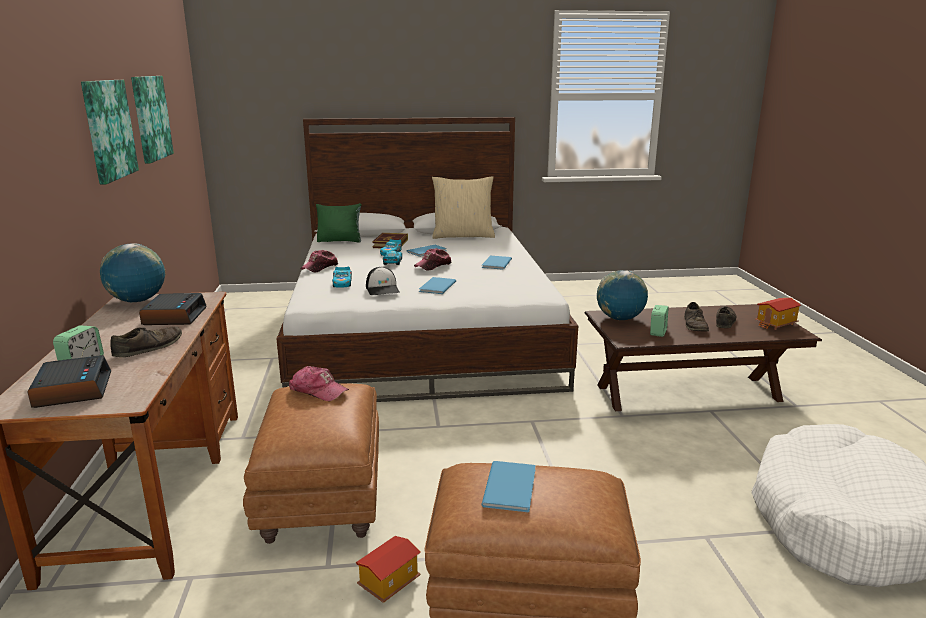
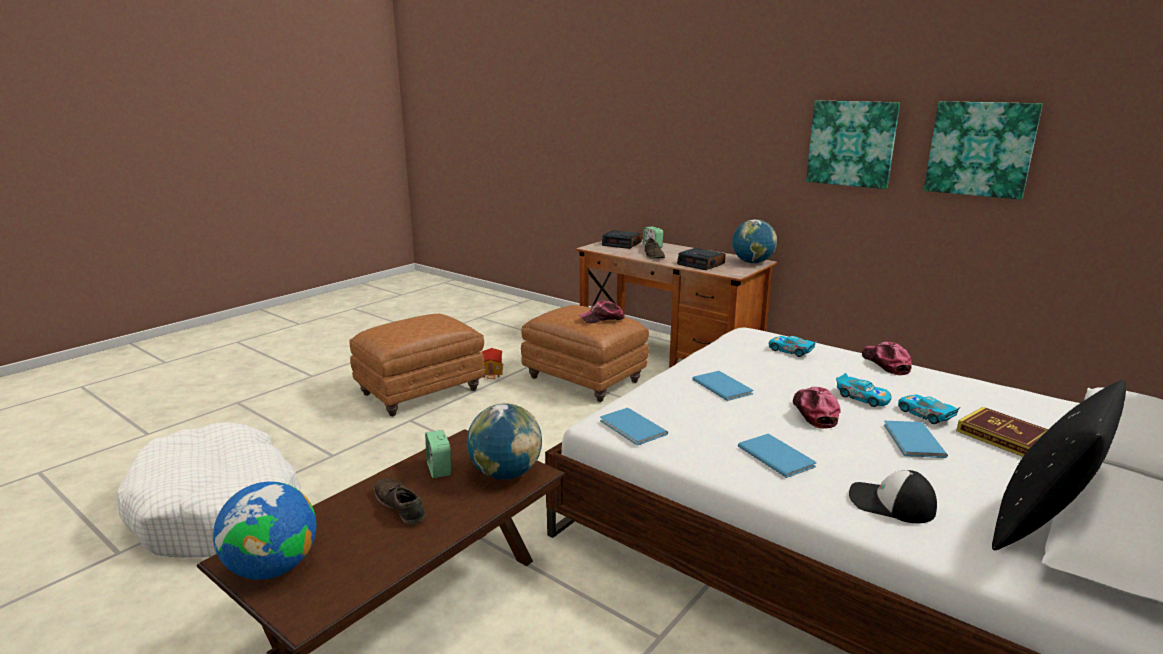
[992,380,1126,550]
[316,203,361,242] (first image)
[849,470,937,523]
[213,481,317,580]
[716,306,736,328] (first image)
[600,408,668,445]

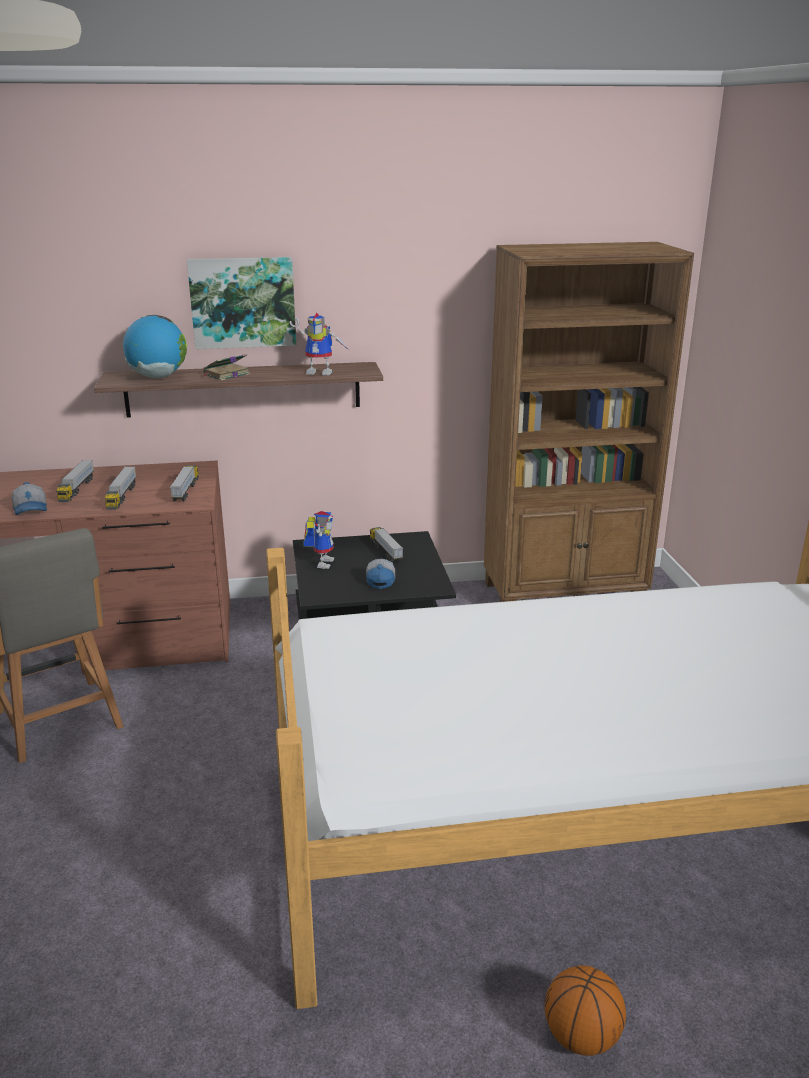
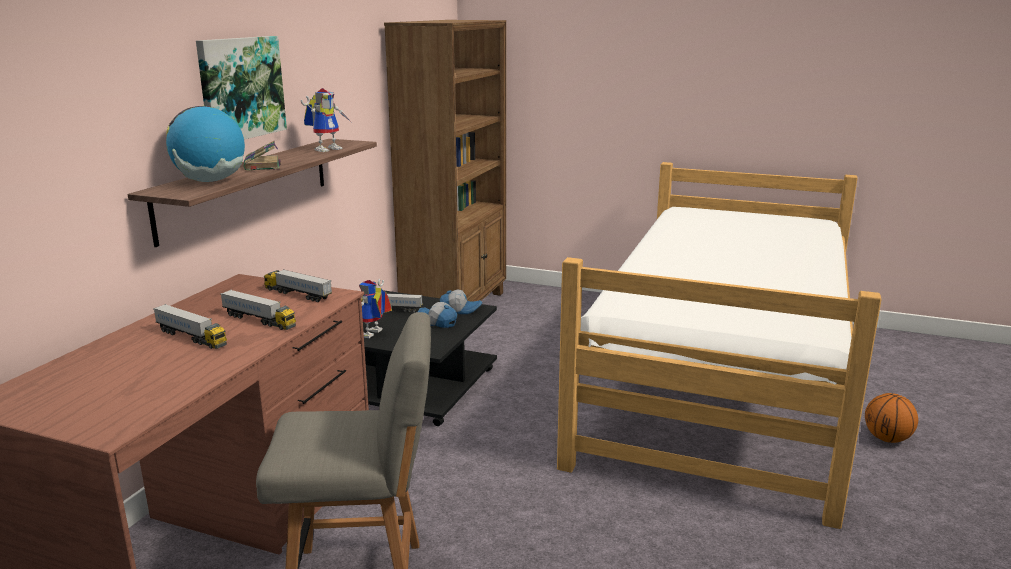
[440,289,482,314]
[359,279,392,338]

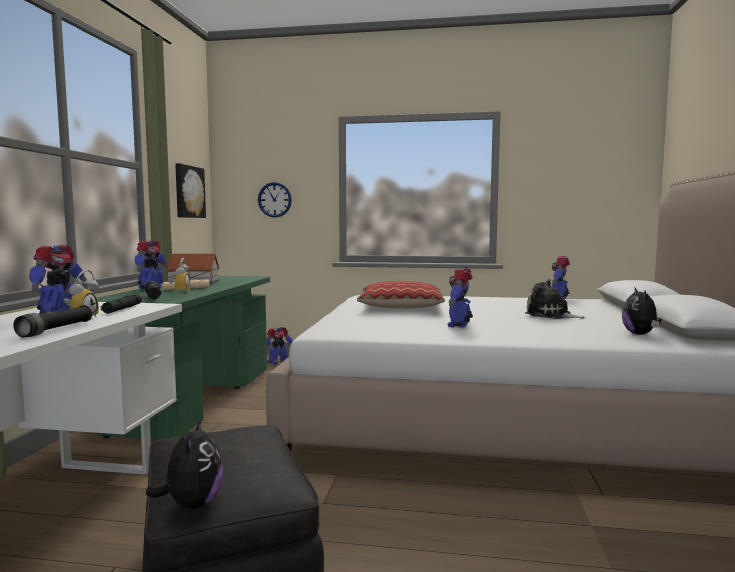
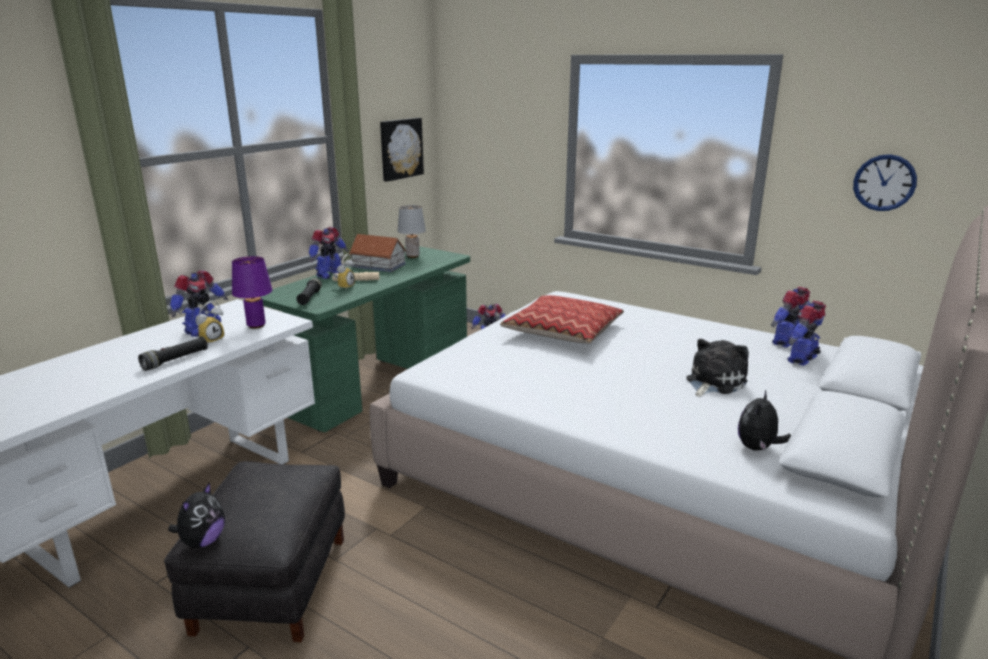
[853,154,917,211]
[787,301,826,366]
[686,339,749,397]
[232,256,272,329]
[398,205,426,258]

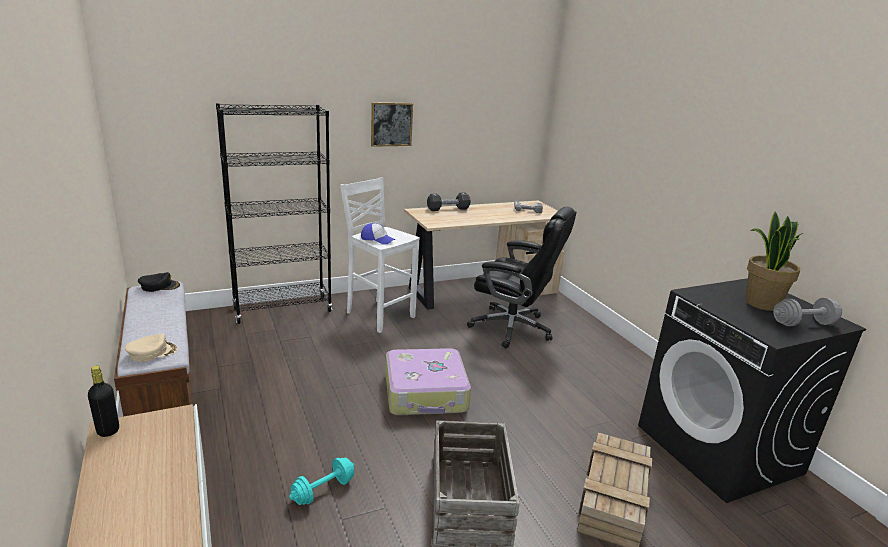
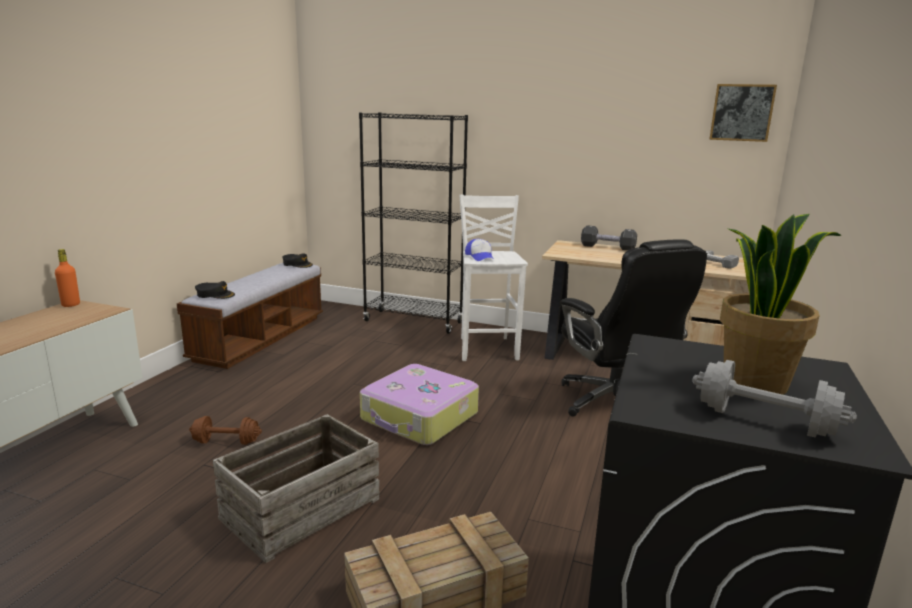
[709,84,777,142]
[195,281,235,299]
[55,249,80,307]
[189,416,262,445]

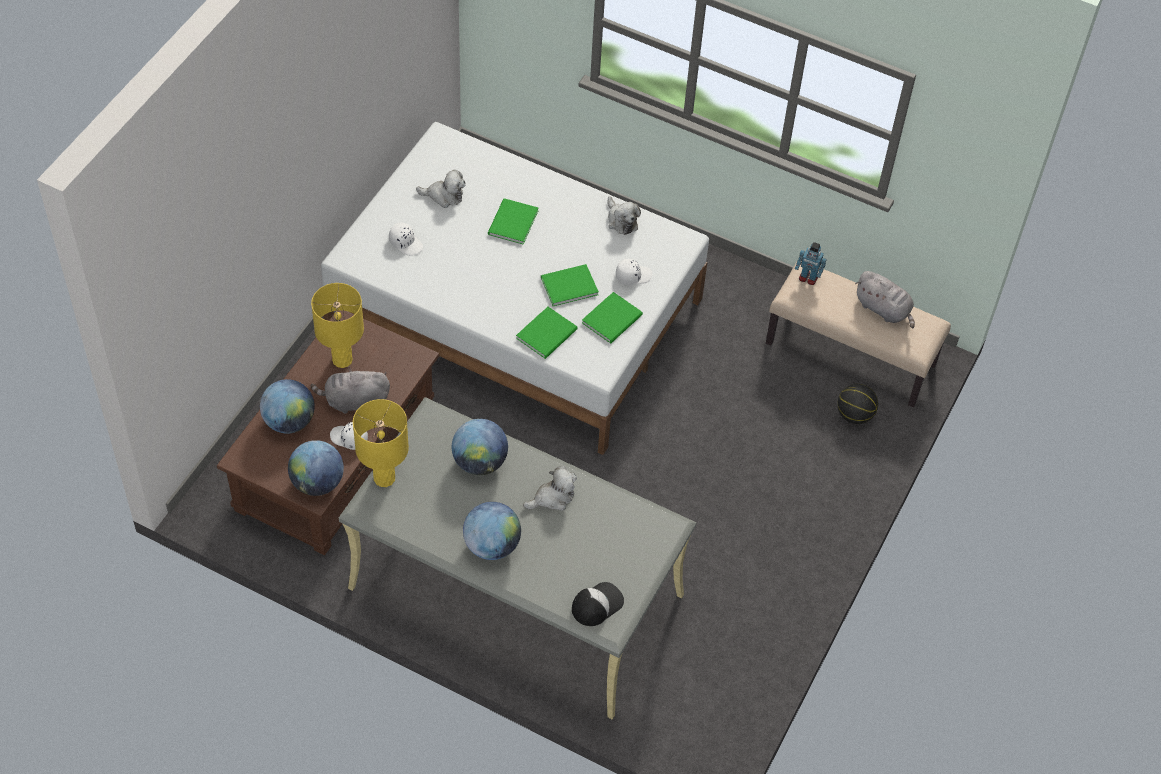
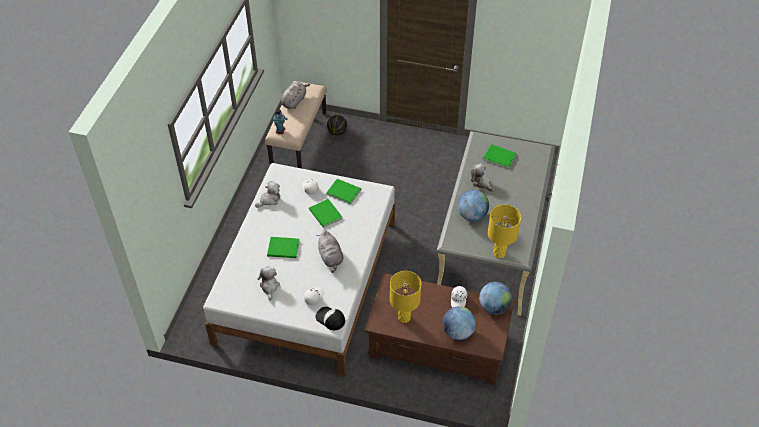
[483,144,517,169]
[317,230,343,273]
[463,502,521,560] (first image)
[315,307,345,330]

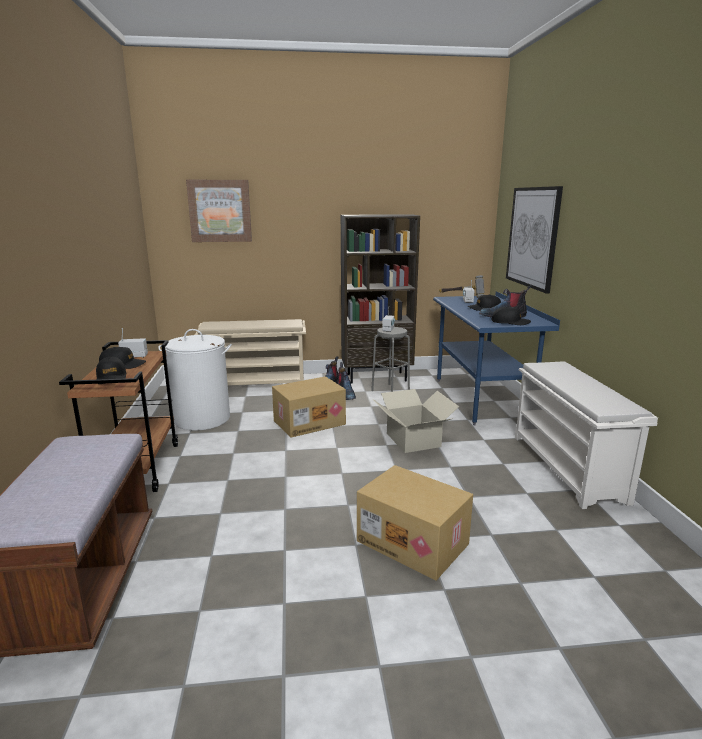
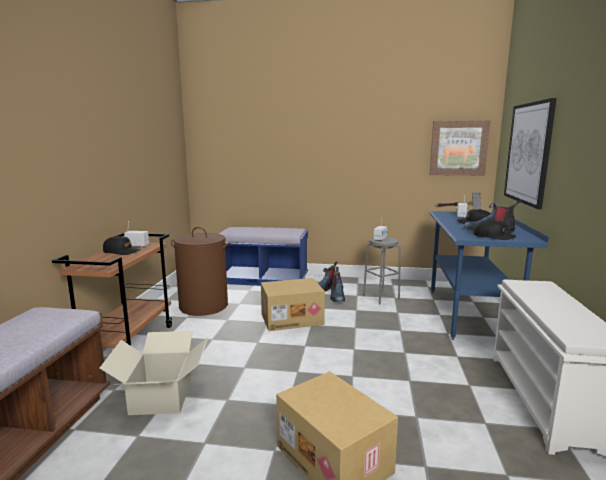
[430,120,490,176]
[341,214,420,384] (first image)
[219,227,308,286]
[171,227,230,316]
[96,357,126,384] (first image)
[100,331,208,415]

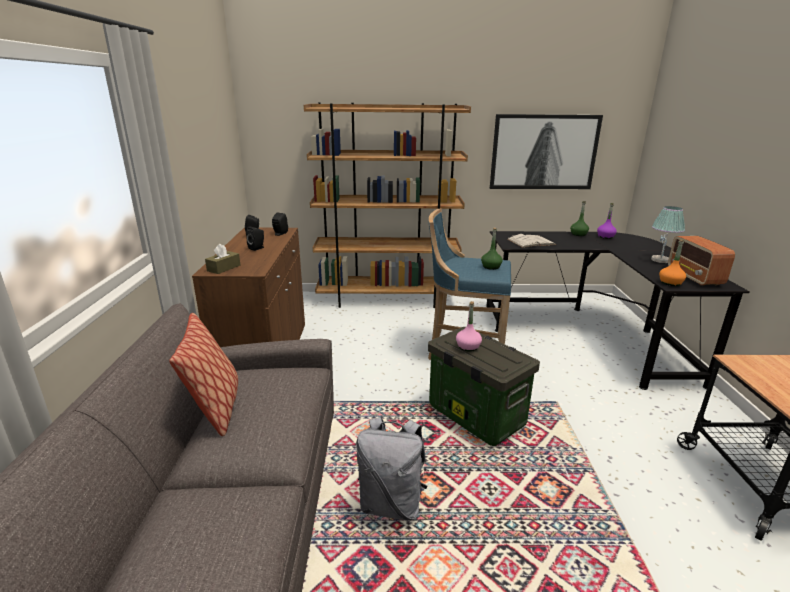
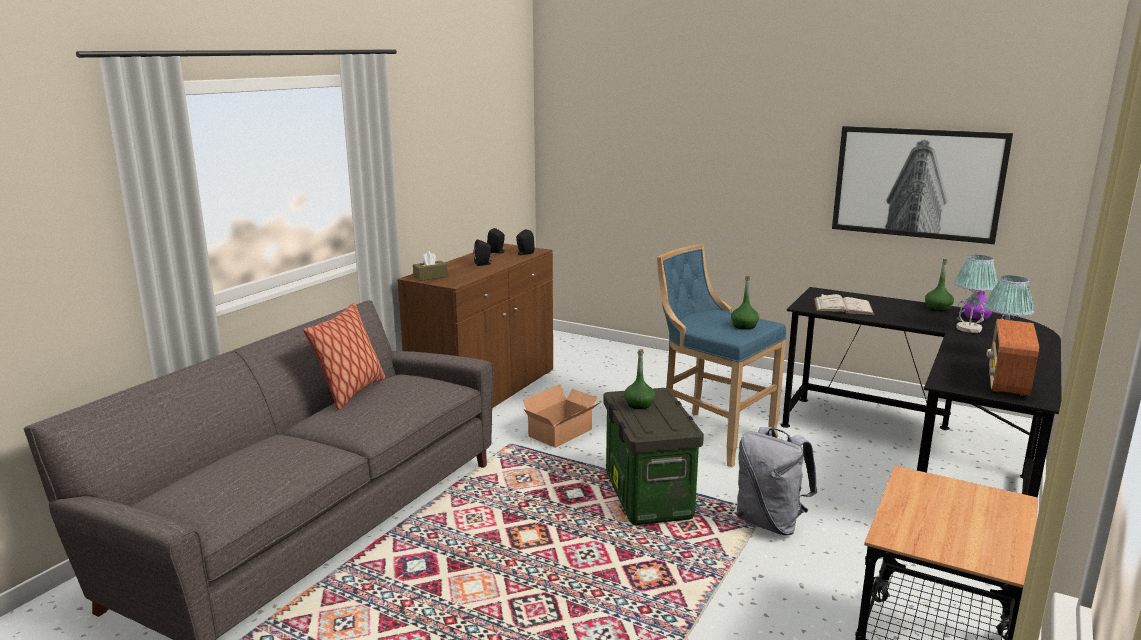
[304,102,471,308] (first image)
[659,240,686,286] (first image)
[624,349,655,409]
[736,427,817,535]
[954,255,998,333]
[523,384,601,448]

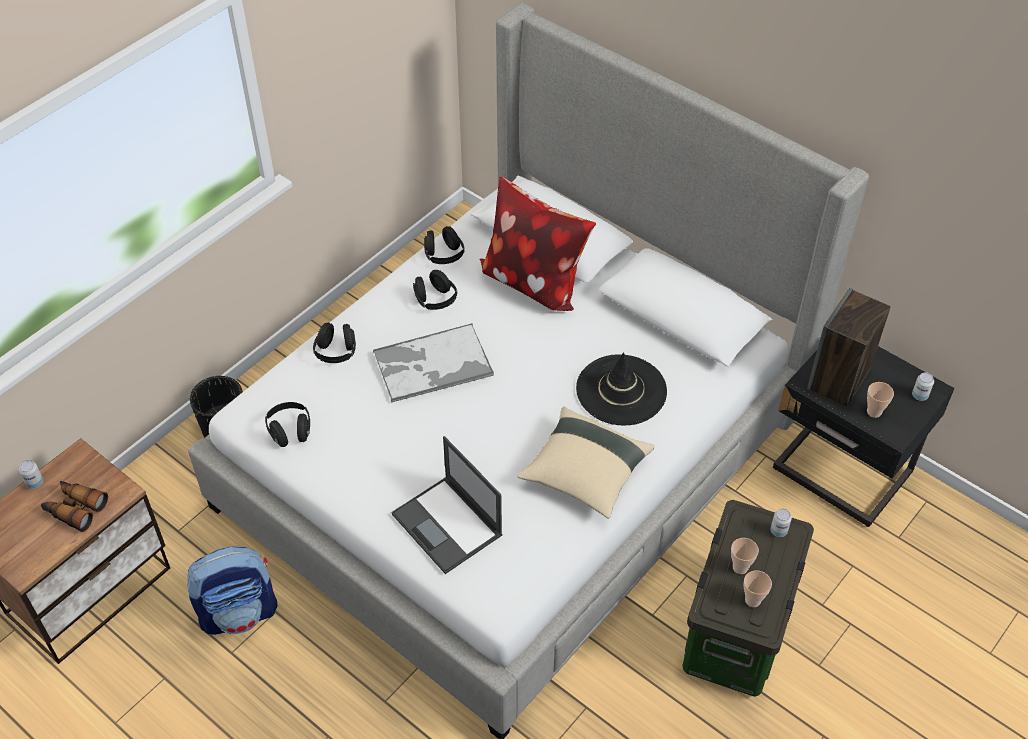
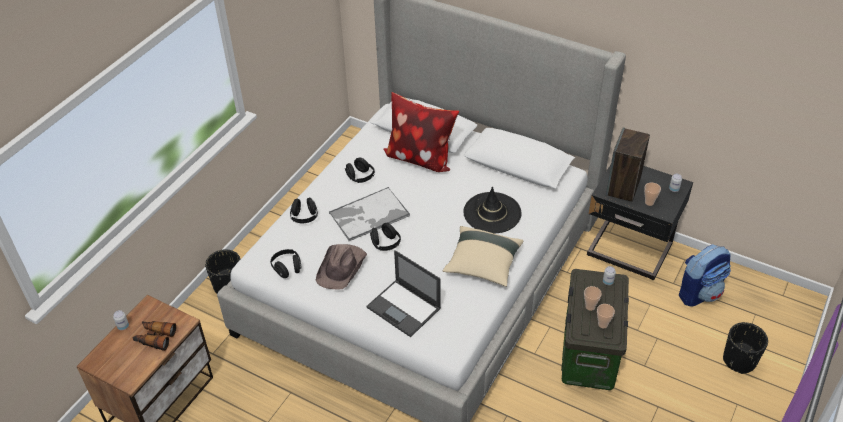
[370,223,401,251]
[679,245,731,307]
[316,244,367,289]
[723,322,768,374]

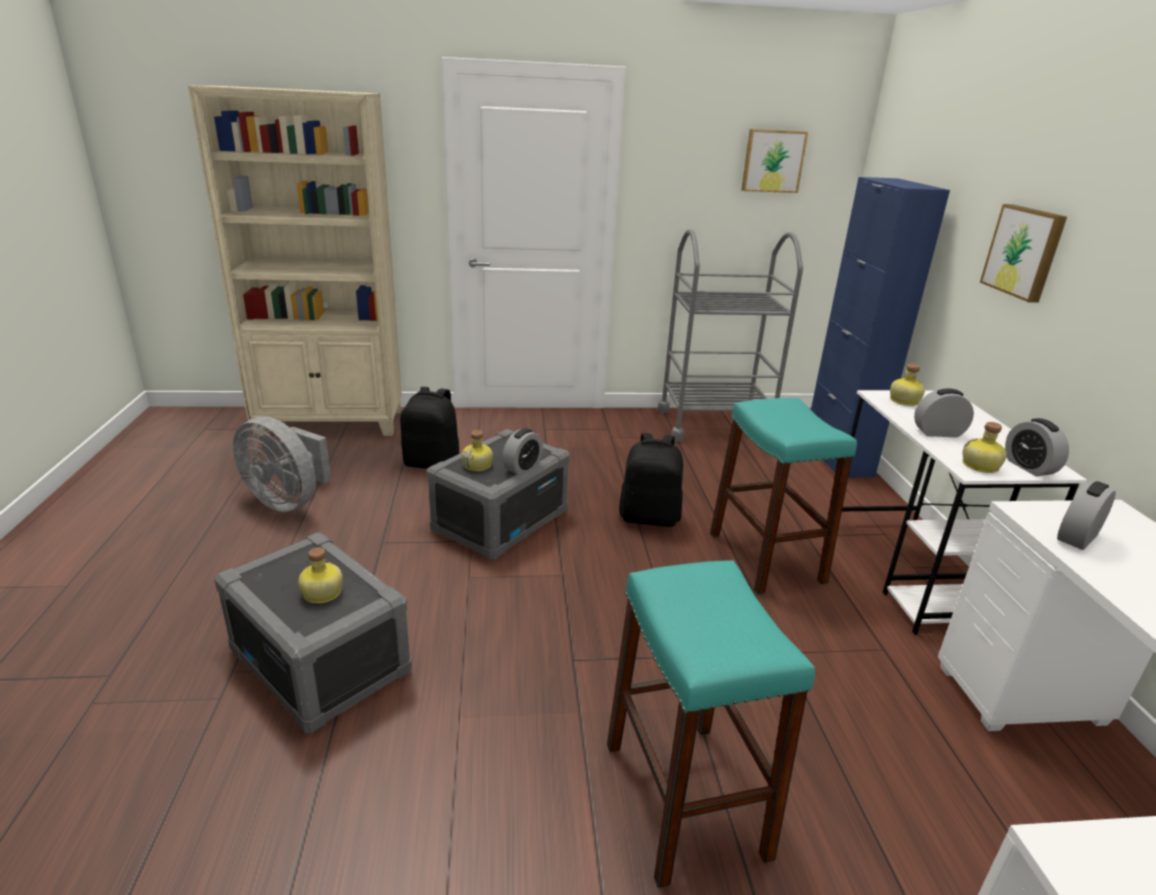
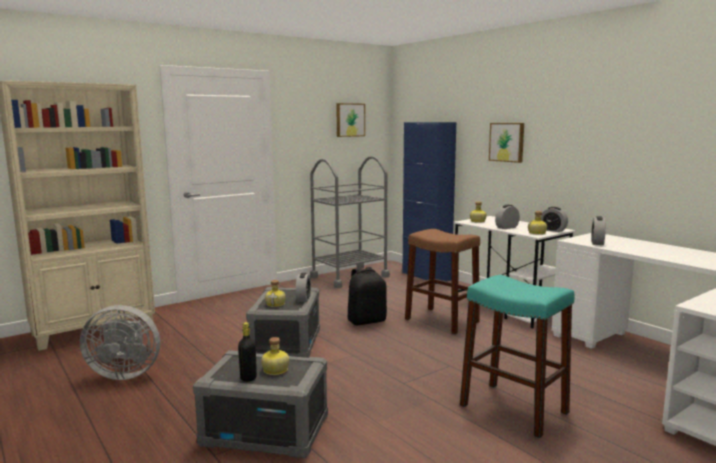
[400,387,459,469] (first image)
[405,229,480,334]
[238,322,257,382]

